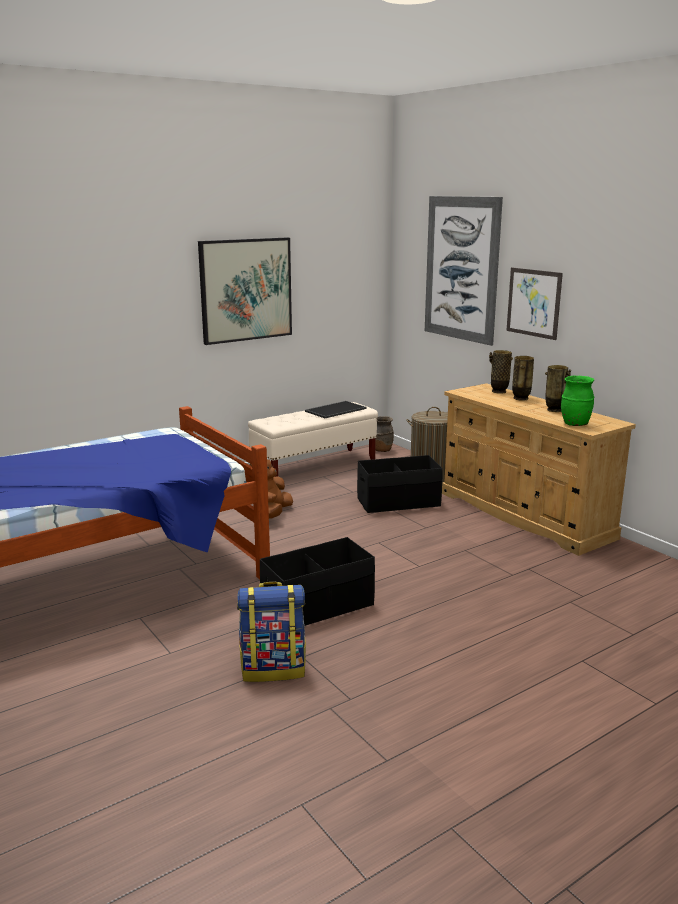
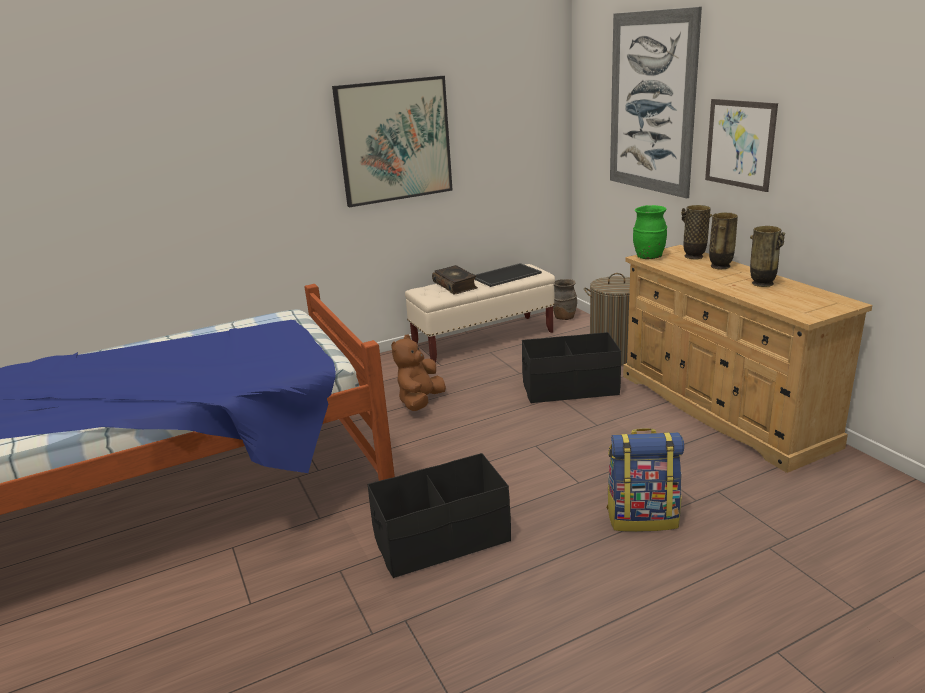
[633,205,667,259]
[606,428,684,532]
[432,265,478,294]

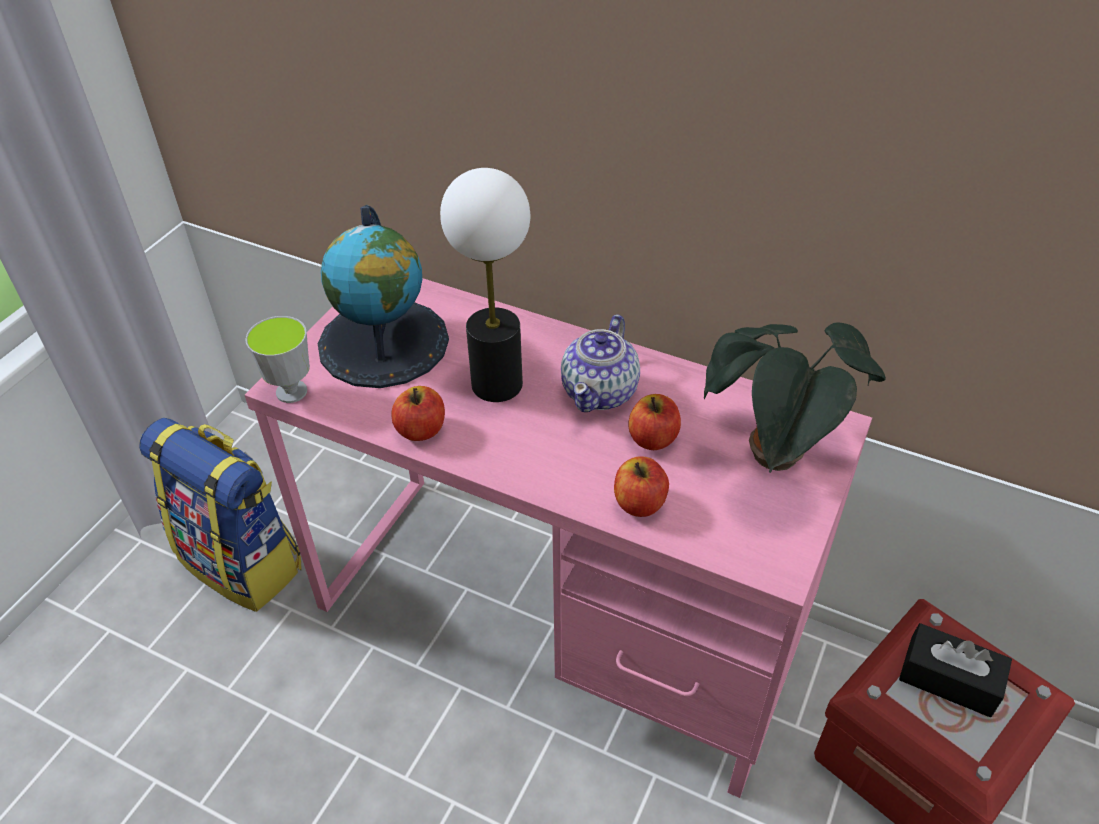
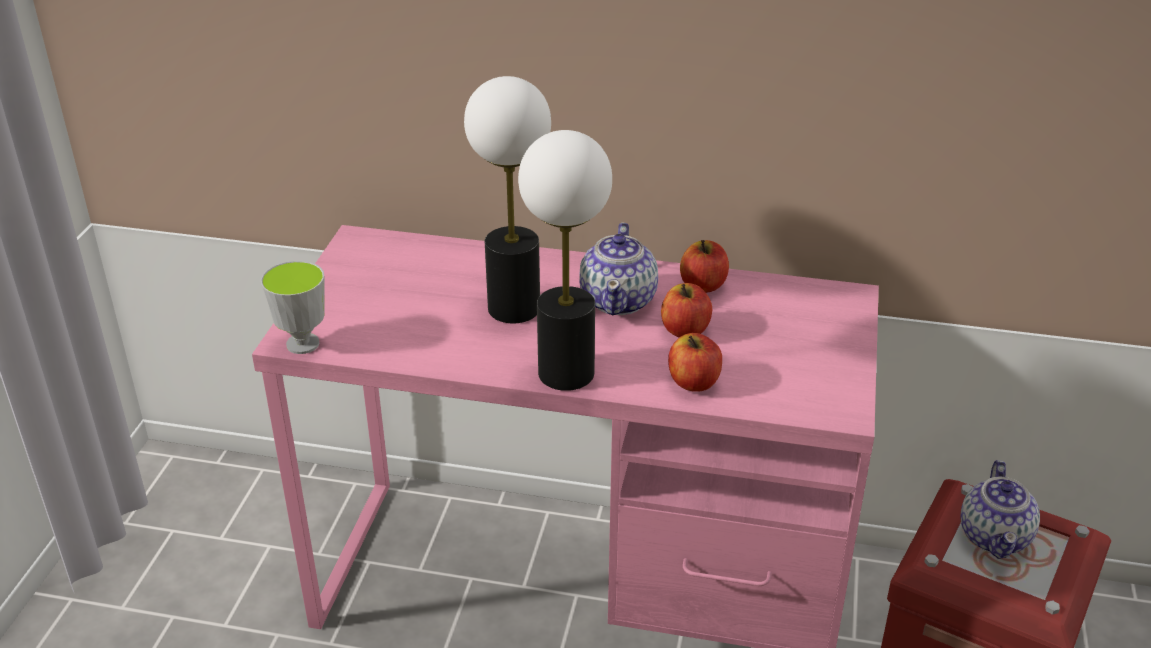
[318,205,449,388] (first image)
[704,322,886,473] (first image)
[680,240,729,293]
[139,418,301,612] (first image)
[960,460,1040,559]
[518,130,612,391]

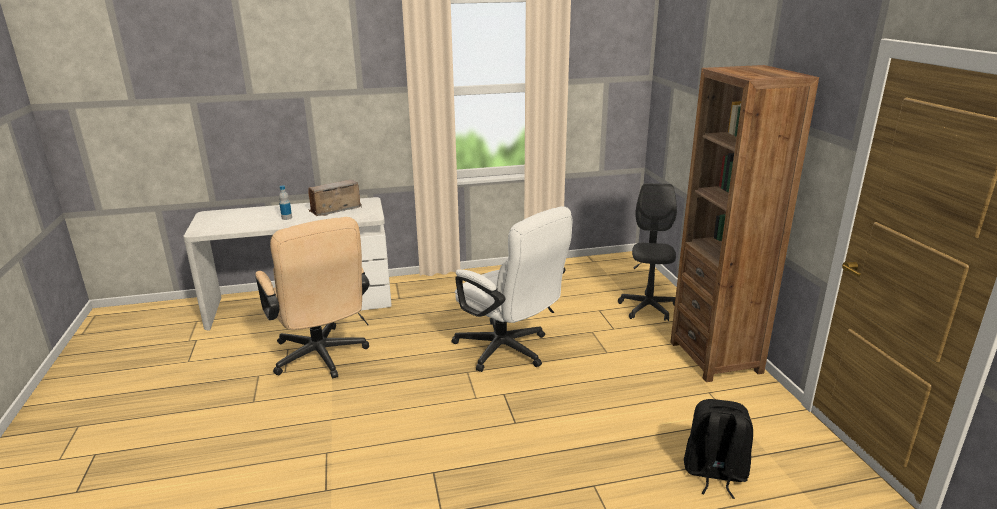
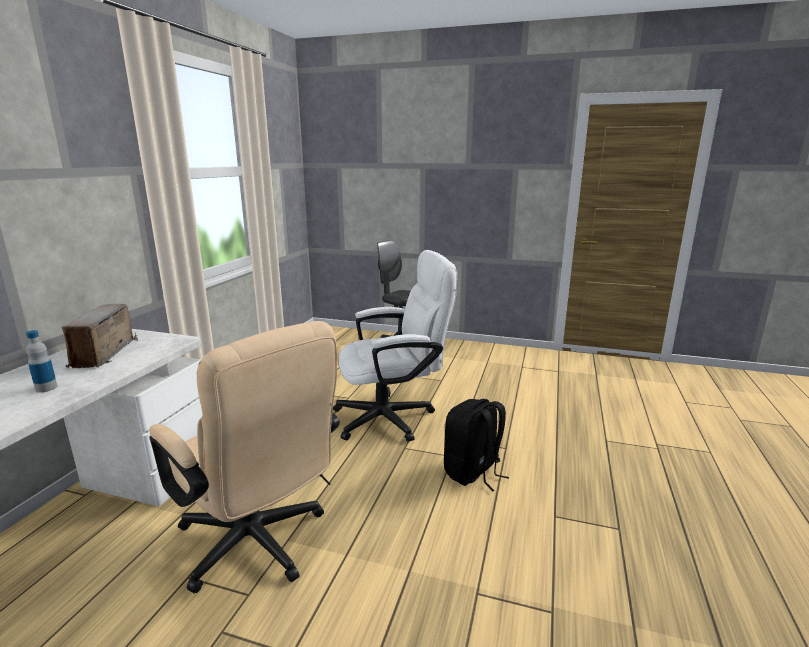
[670,65,819,382] (first image)
[149,321,340,594]
[444,399,509,491]

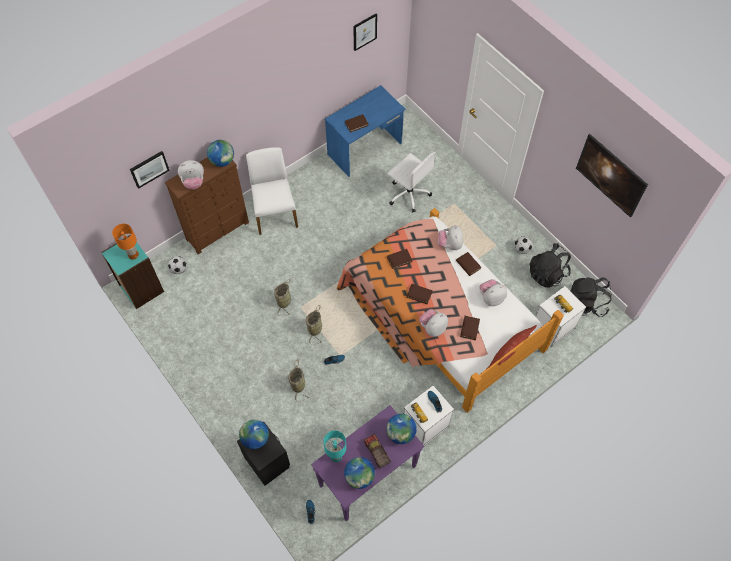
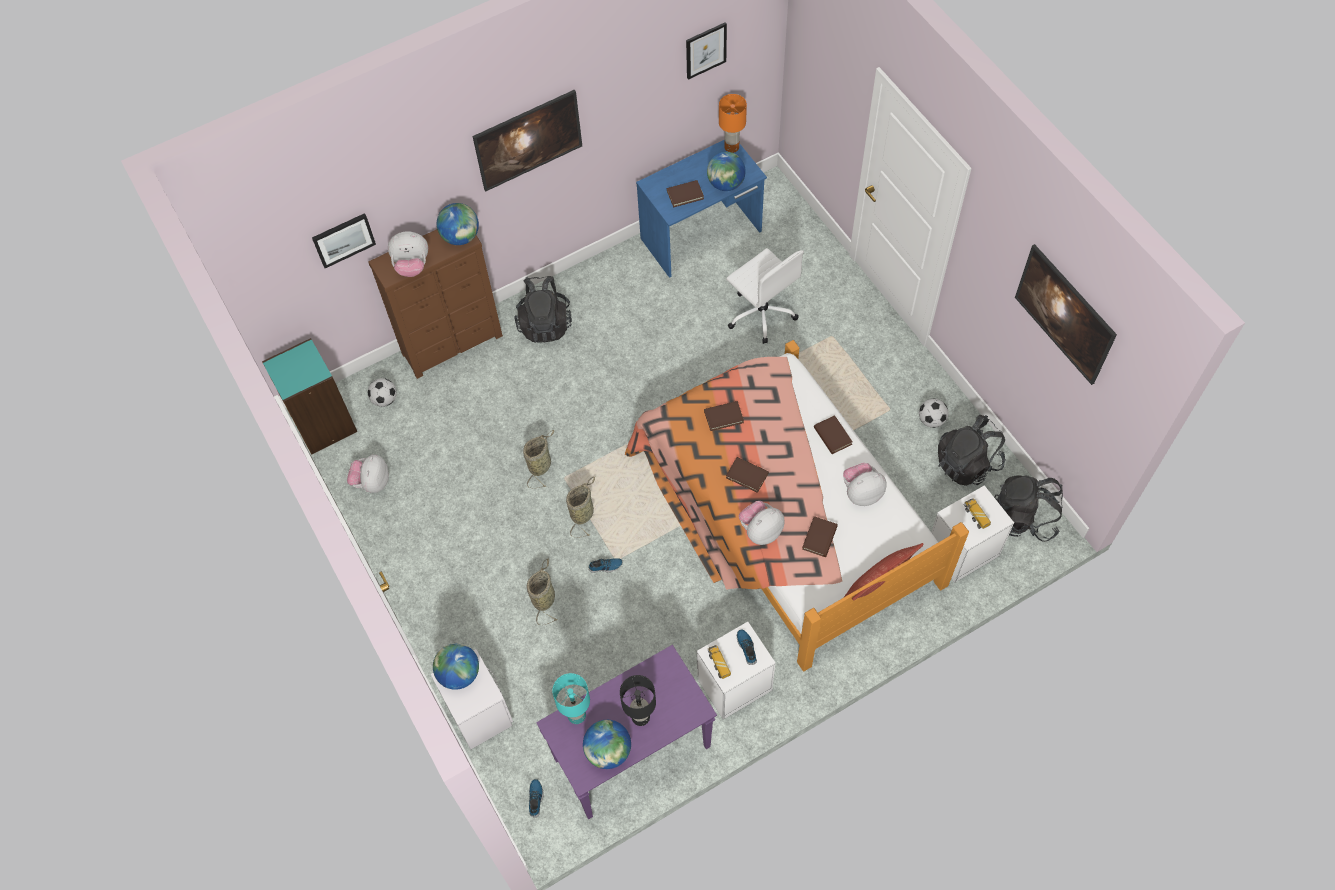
[515,276,572,343]
[719,94,747,153]
[347,455,389,493]
[707,152,746,191]
[430,649,513,750]
[620,675,656,726]
[473,90,582,192]

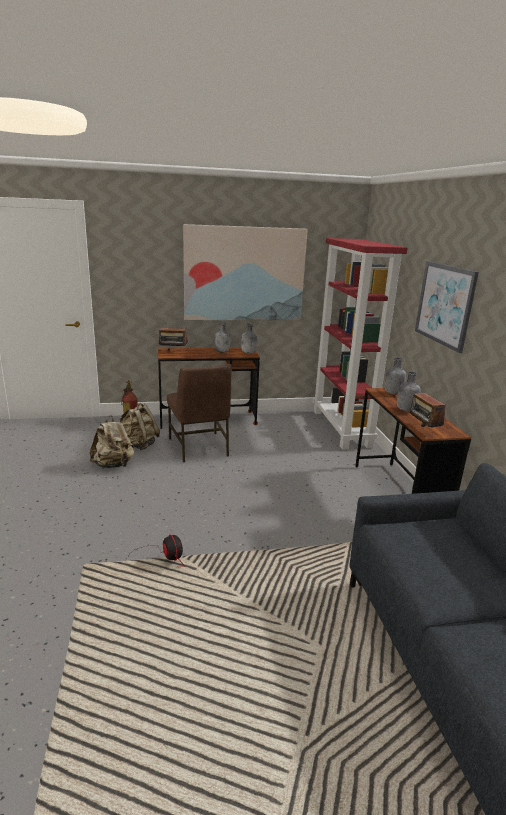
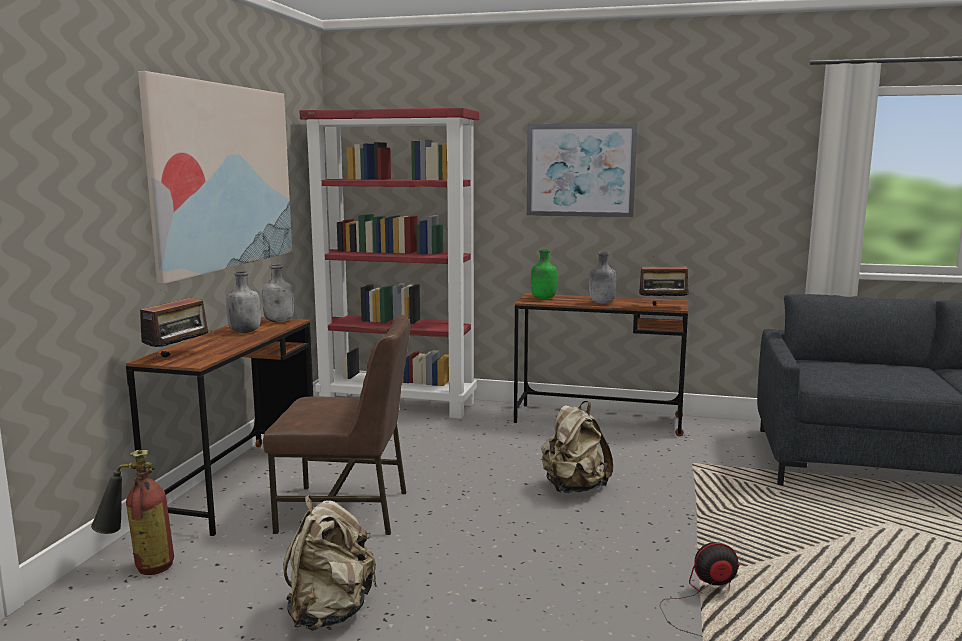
[531,249,557,299]
[541,401,613,493]

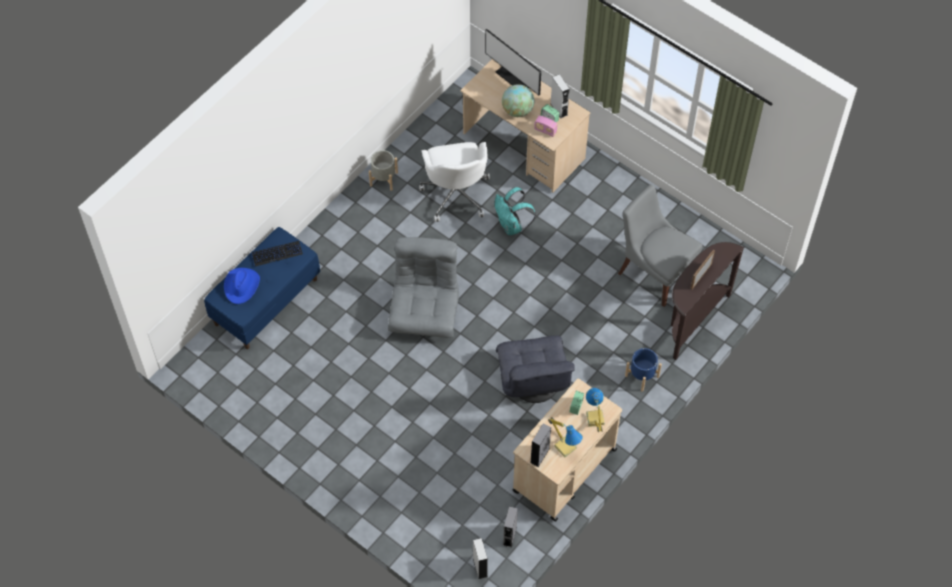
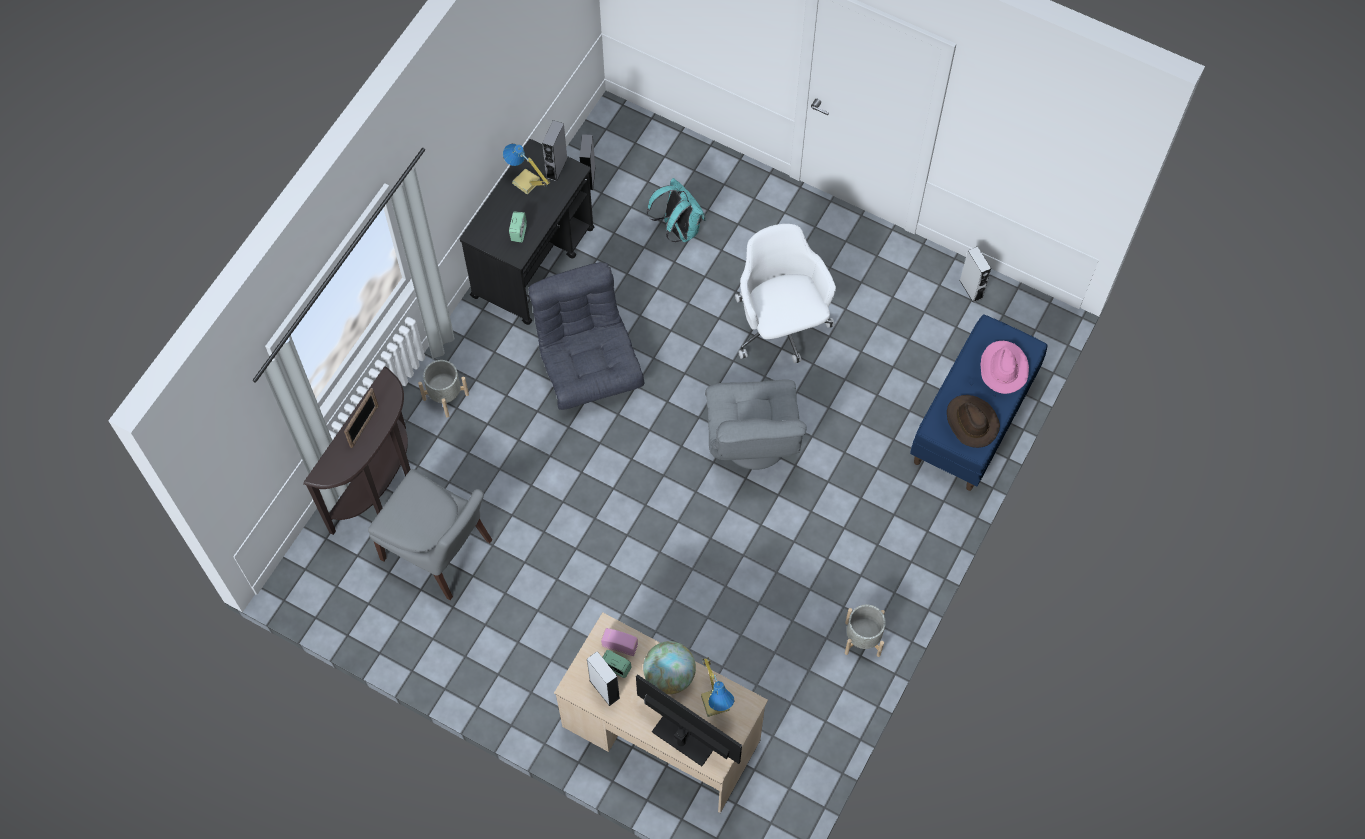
[735,224,836,363]
[647,178,705,242]
[947,395,1000,448]
[981,341,1029,394]
[418,360,469,418]
[460,139,594,325]
[701,657,735,717]
[960,246,991,303]

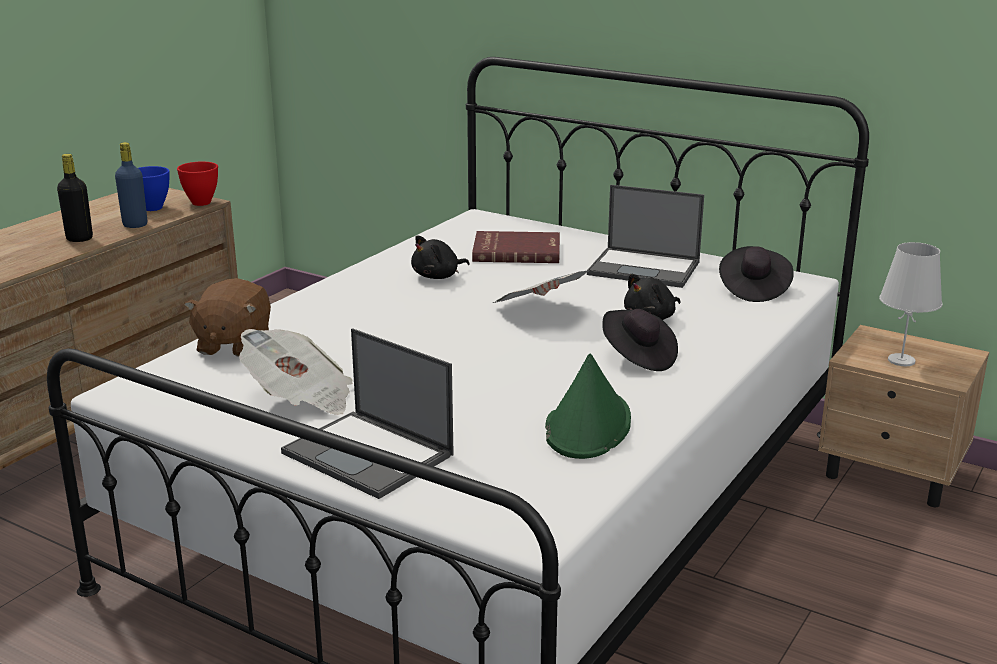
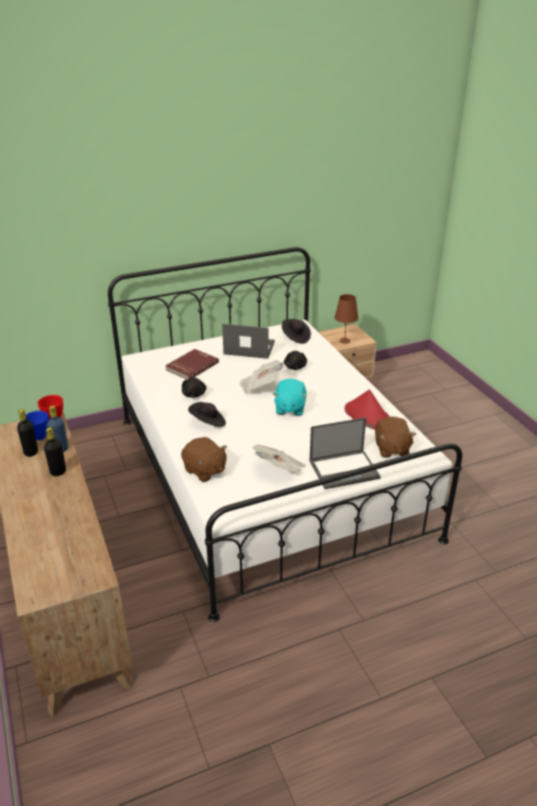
[222,324,275,359]
[334,294,359,344]
[188,402,226,427]
[345,389,390,429]
[273,379,307,416]
[17,409,38,457]
[375,417,416,458]

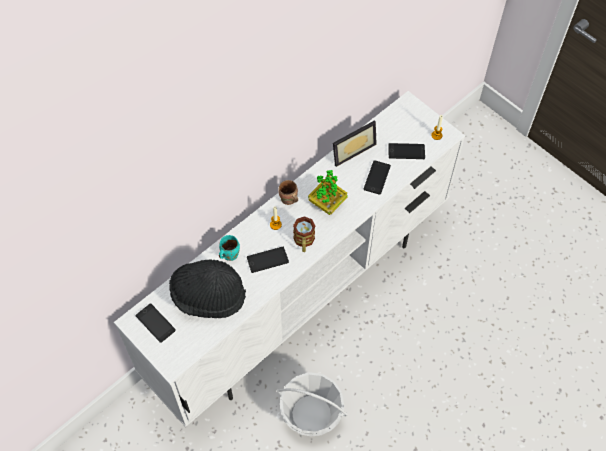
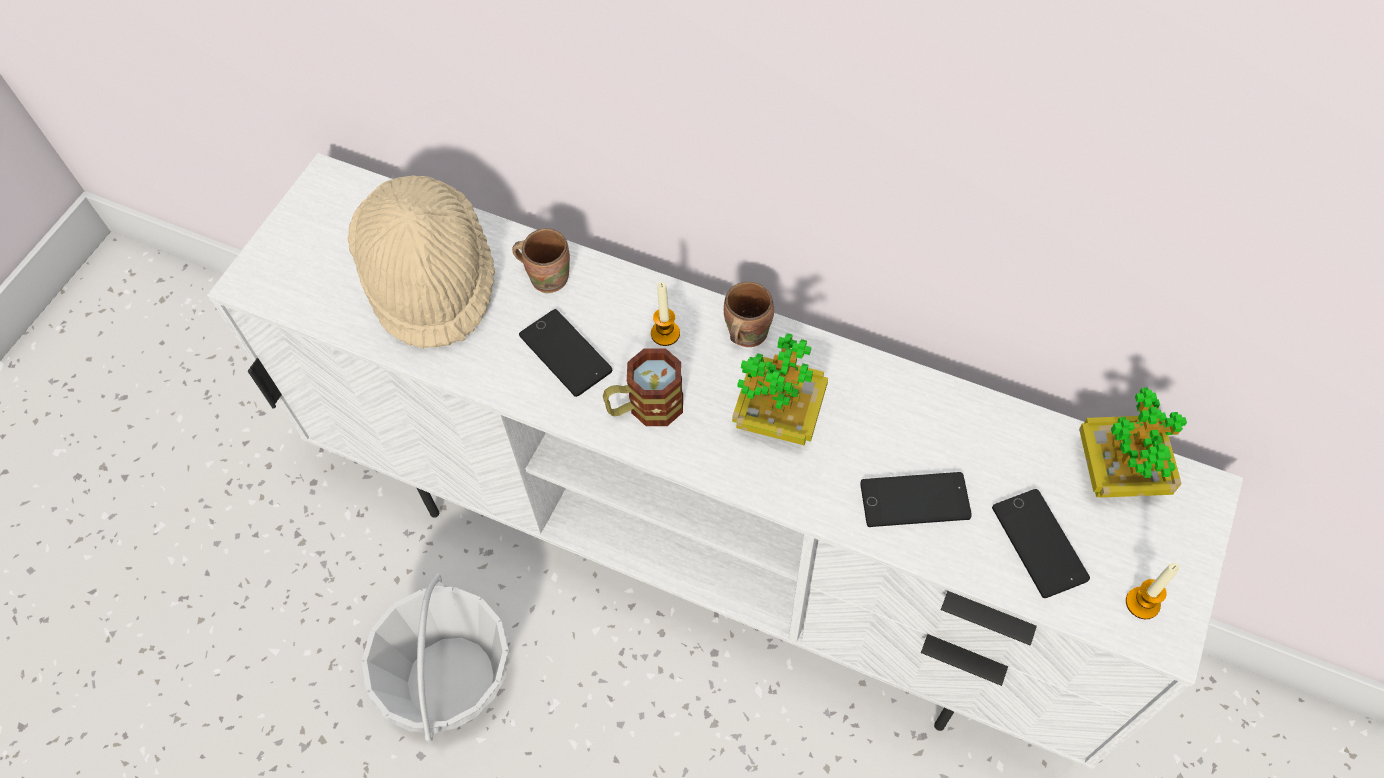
[333,121,377,167] (first image)
[512,228,570,293]
[348,175,495,349]
[136,303,176,343] (first image)
[1079,387,1187,498]

